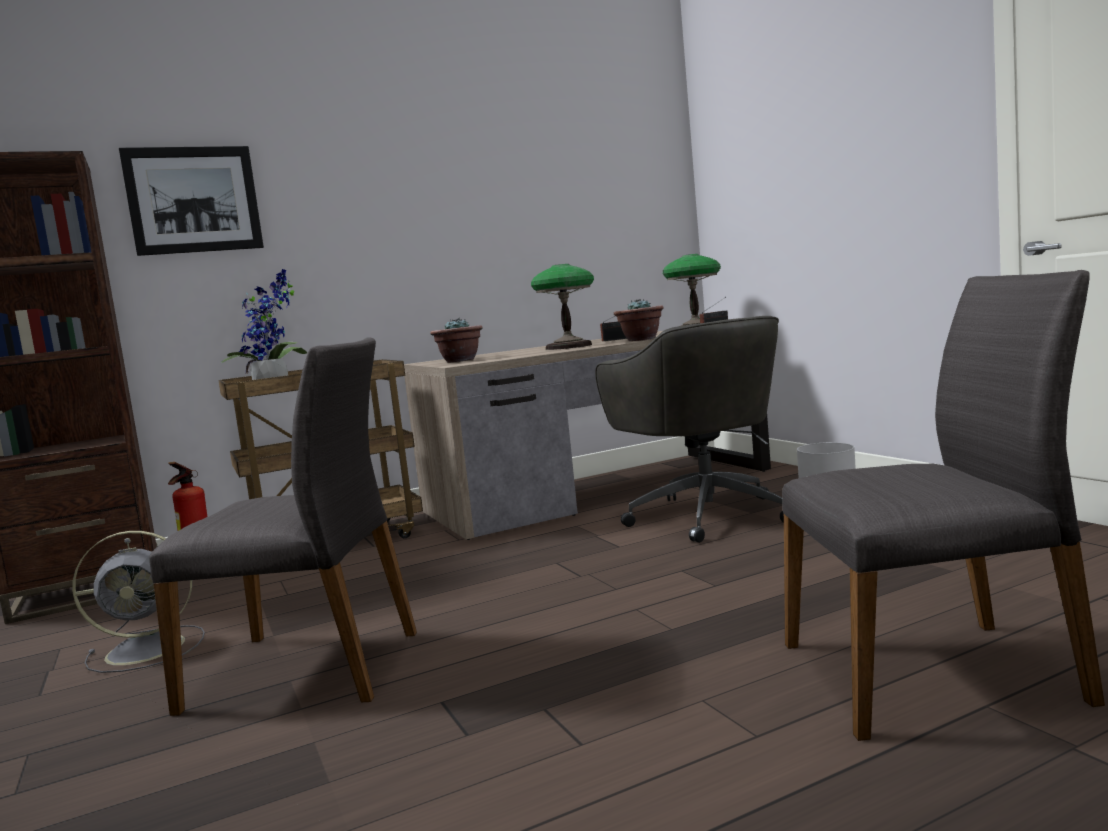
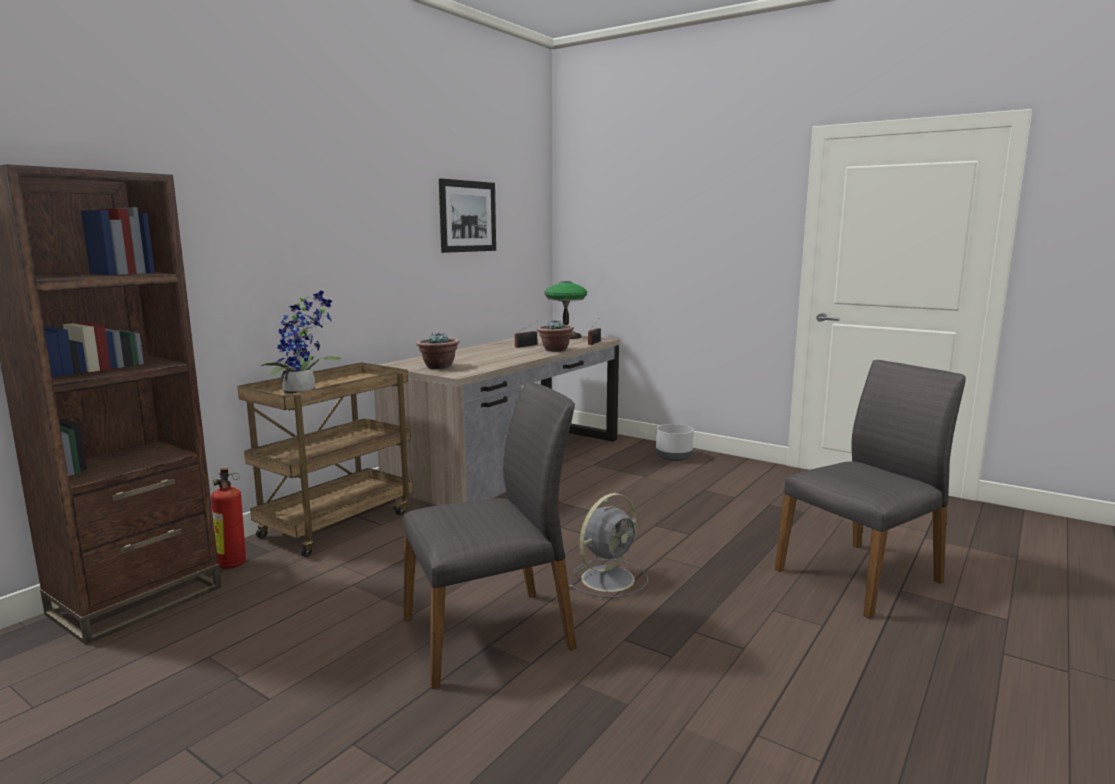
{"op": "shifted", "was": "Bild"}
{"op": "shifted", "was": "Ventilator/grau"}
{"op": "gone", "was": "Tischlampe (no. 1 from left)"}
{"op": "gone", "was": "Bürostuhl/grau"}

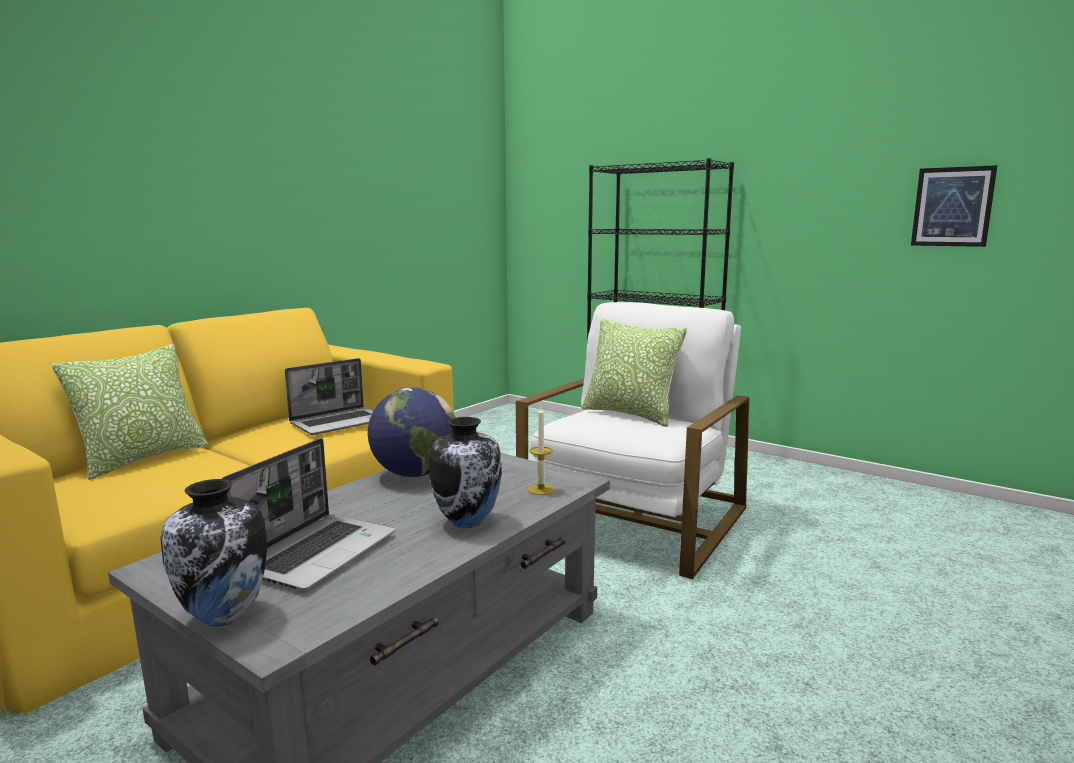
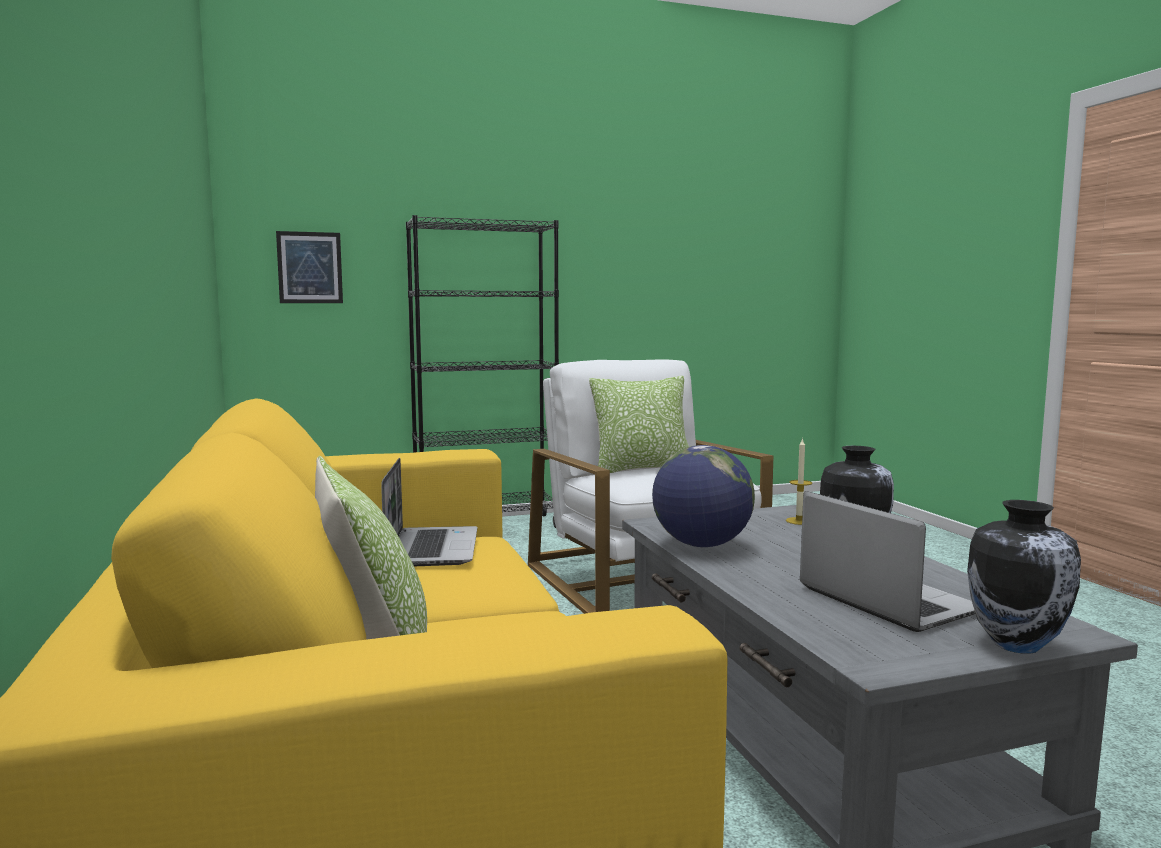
{"op": "shifted", "was": "Bild"}

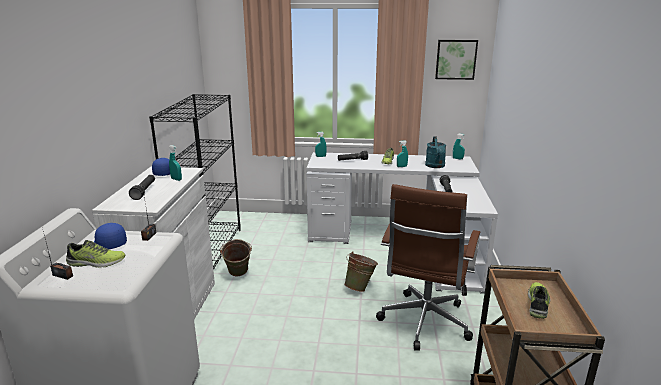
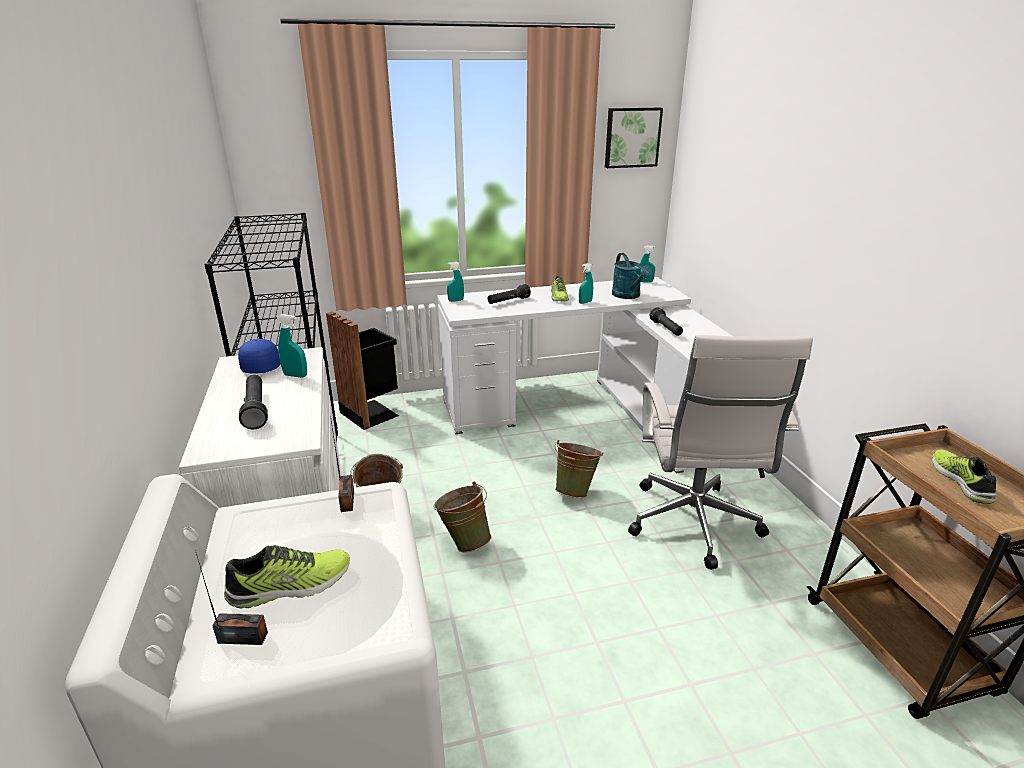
{"op": "new", "now": "Mülleimer/schwarz"}
{"op": "new", "now": "Eimer/grün (no. 2 from left)"}
{"op": "repainted", "was": "Bürostuhl/braun", "now": "Bürostuhl/weiß"}
{"op": "gone", "was": "Kappe/blau (no. 1 from left)"}

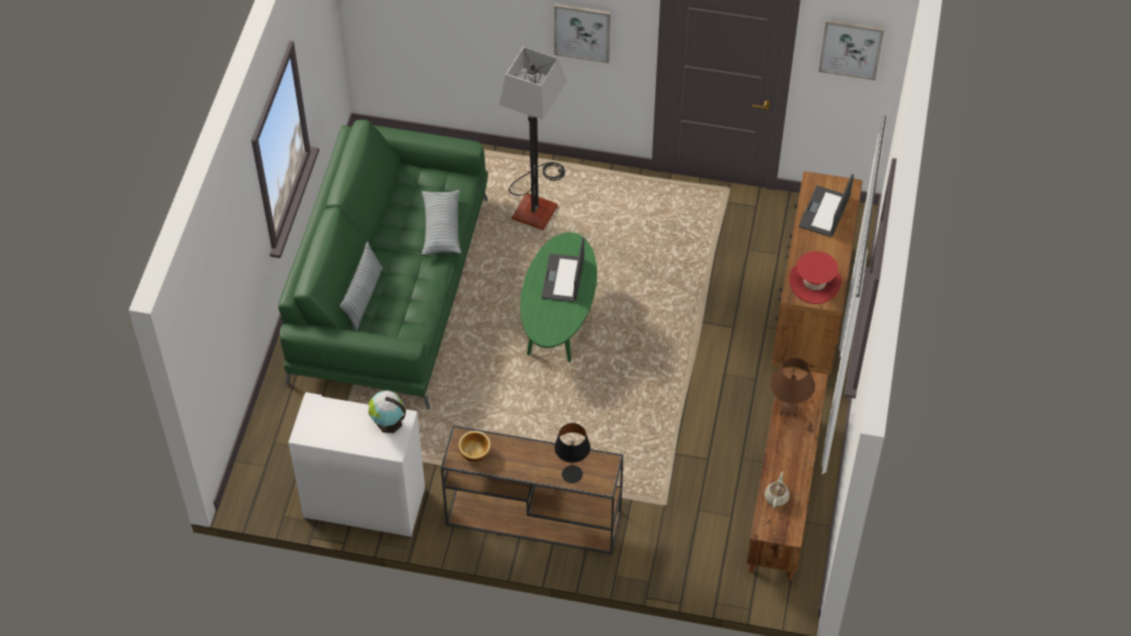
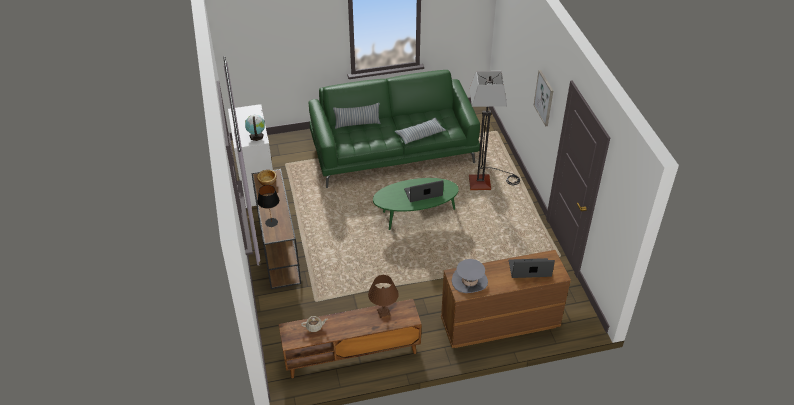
{"op": "repainted", "was": "Hut/rot", "now": "Hut/grau"}
{"op": "gone", "was": "Bild (no. 2 from left)"}

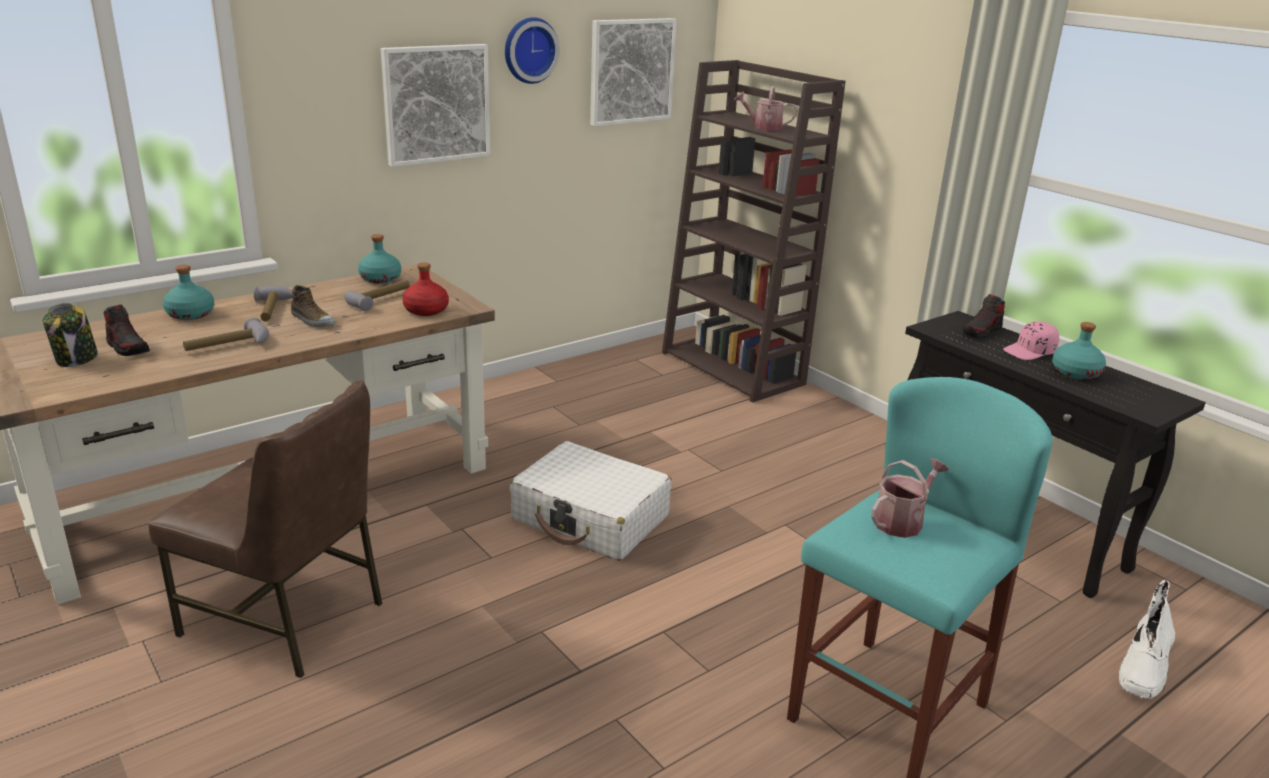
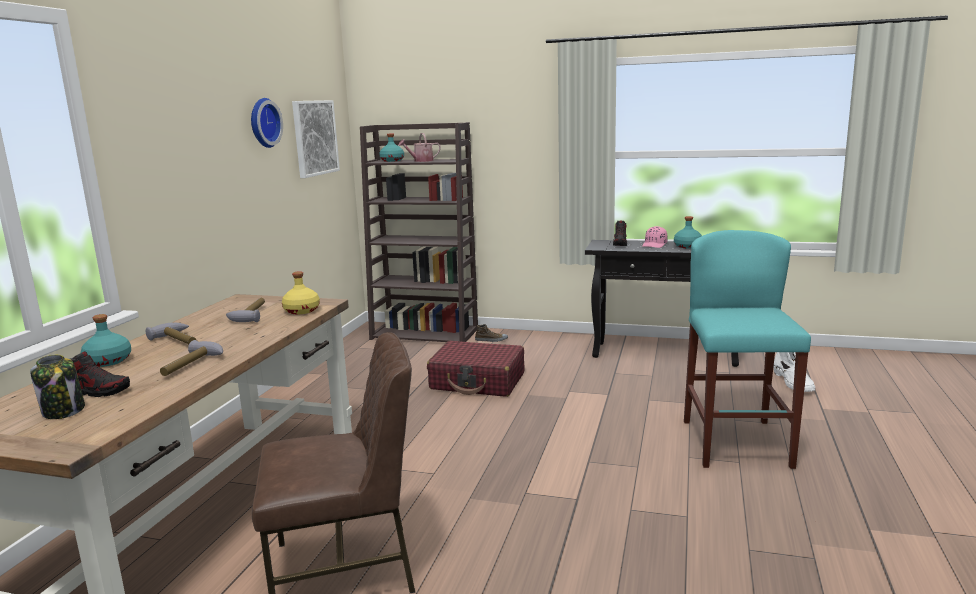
{"op": "repainted", "was": "Flasche/rot", "now": "Flasche/gelb"}
{"op": "shifted", "was": "Flasche/türkis (no. 2 from left)"}
{"op": "new", "now": "Koffer/rot"}
{"op": "shifted", "was": "Schuh (no. 2 from left)"}
{"op": "gone", "was": "Bild (no. 1 from left)"}
{"op": "gone", "was": "Koffer/weiß"}
{"op": "gone", "was": "Gießkanne (no. 2 from left)"}

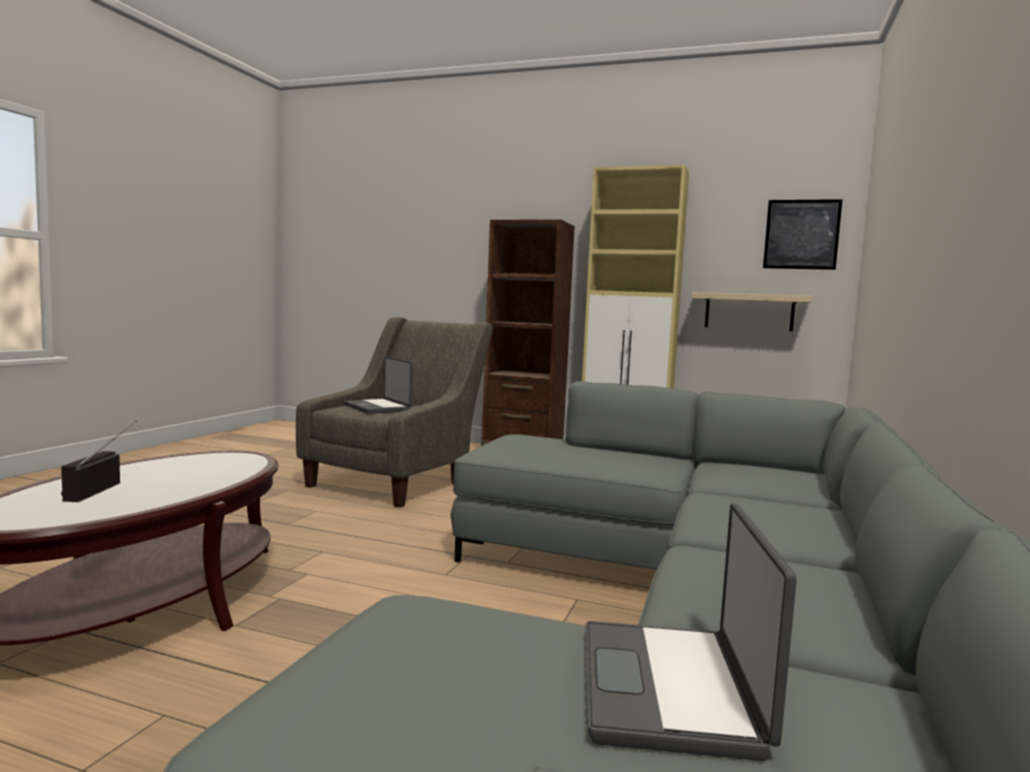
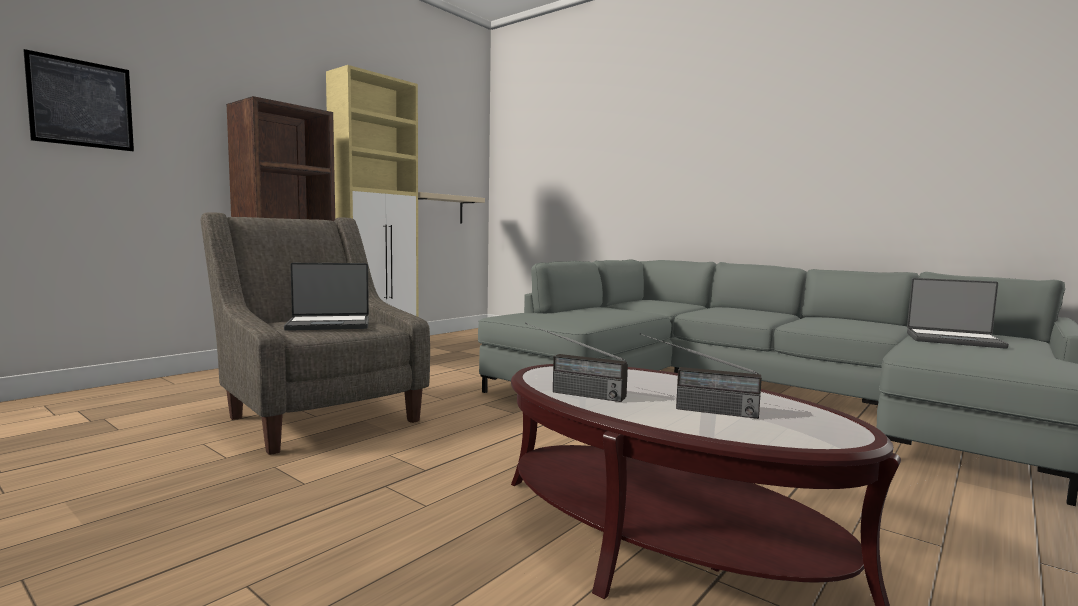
{"op": "shifted", "was": "Bild"}
{"op": "new", "now": "Radio (no. 1 from left)"}

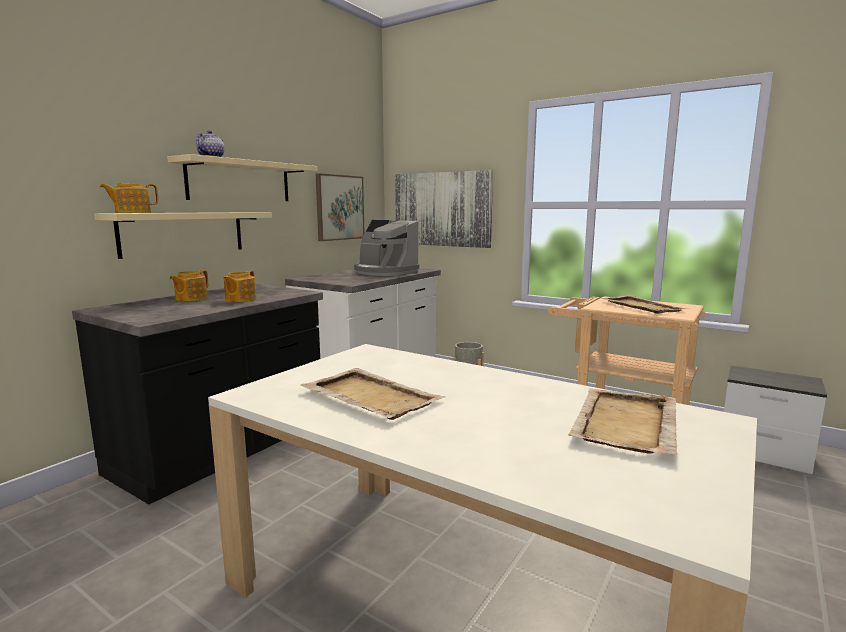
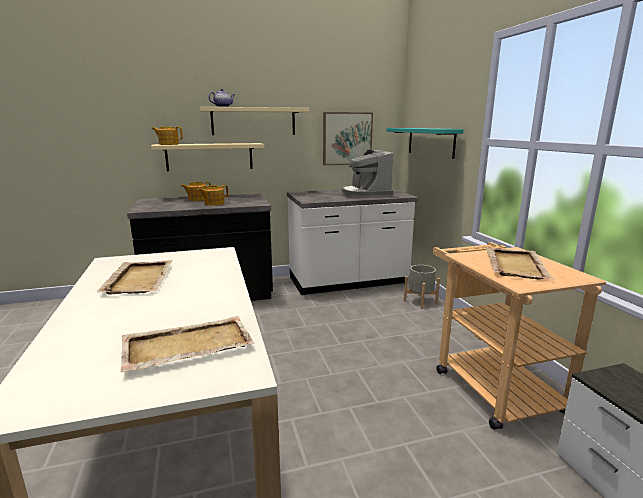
{"op": "swapped", "was": "Bild (no. 2 from left)", "now": "Wandregal/türkis"}

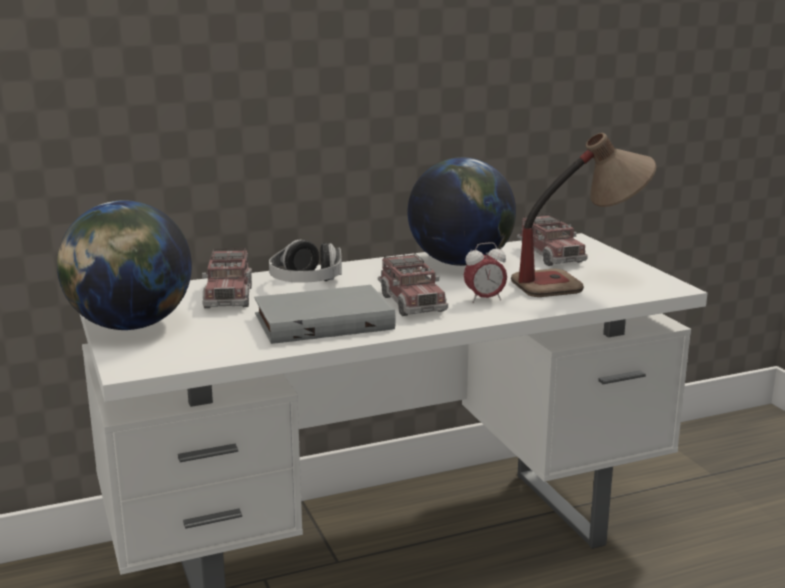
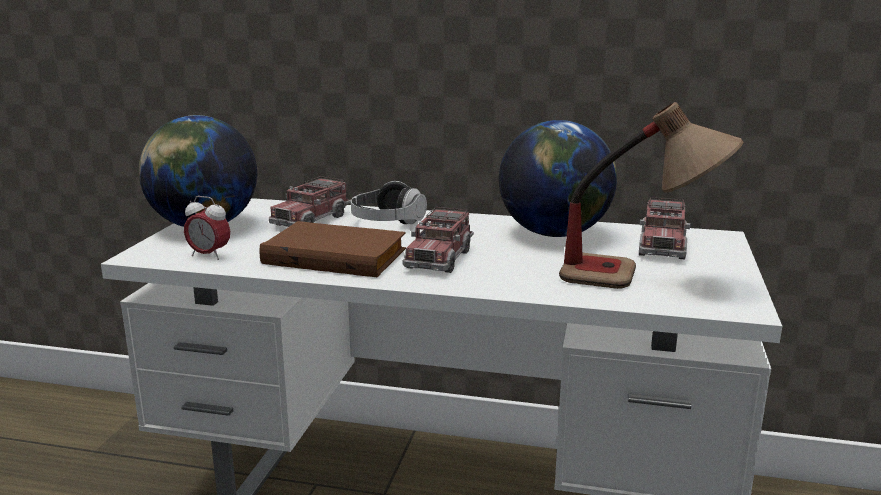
{"op": "shifted", "was": "Wecker"}
{"op": "repainted", "was": "Buch/grau", "now": "Buch/braun"}

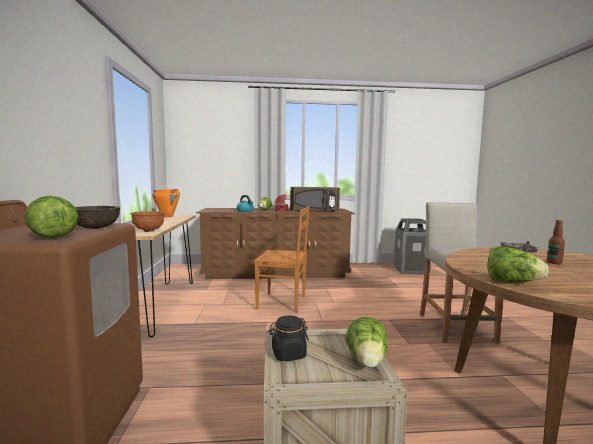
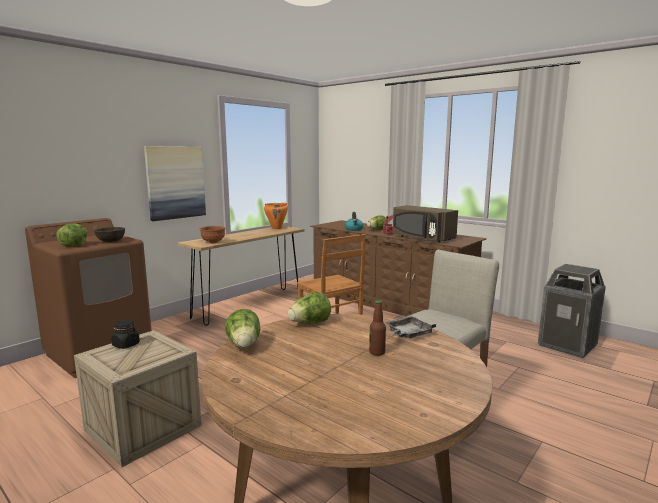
{"op": "new", "now": "Bild"}
{"op": "shifted", "was": "Salatkopf (no. 3 from left)"}

